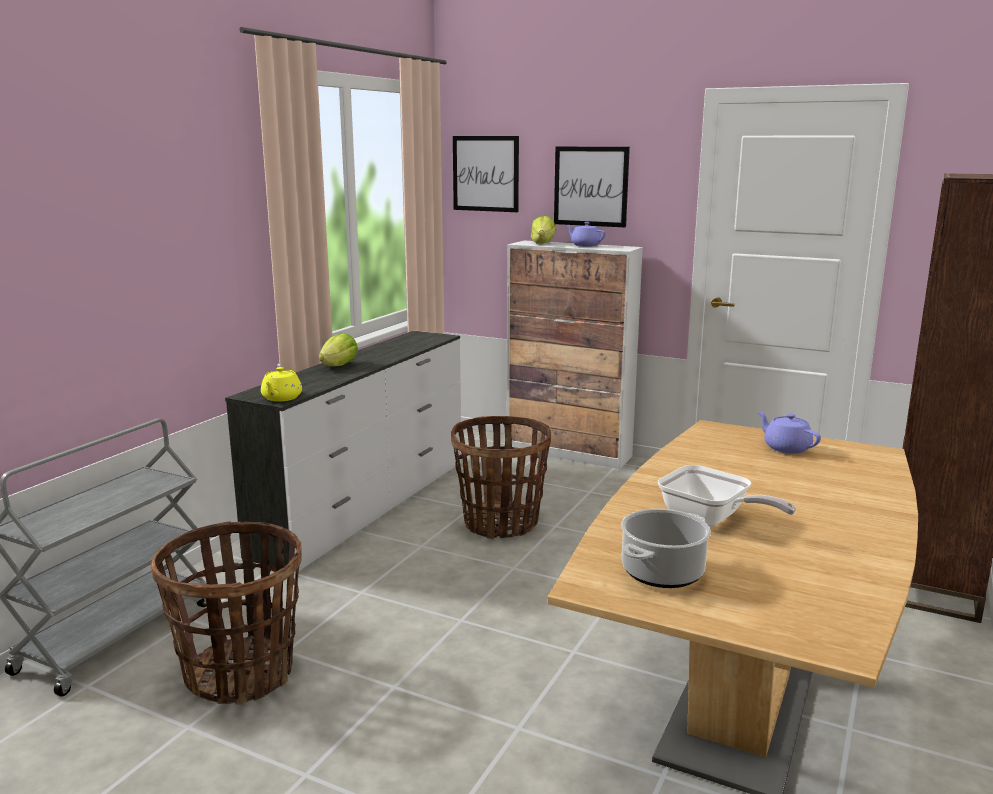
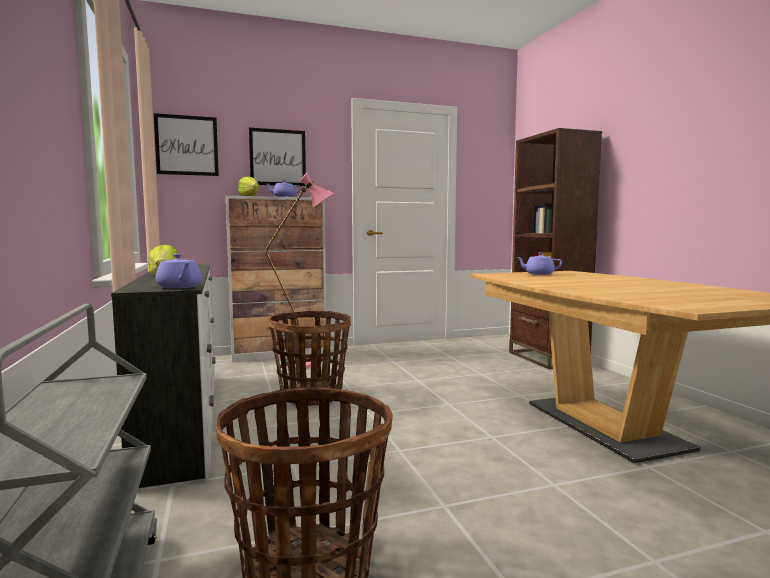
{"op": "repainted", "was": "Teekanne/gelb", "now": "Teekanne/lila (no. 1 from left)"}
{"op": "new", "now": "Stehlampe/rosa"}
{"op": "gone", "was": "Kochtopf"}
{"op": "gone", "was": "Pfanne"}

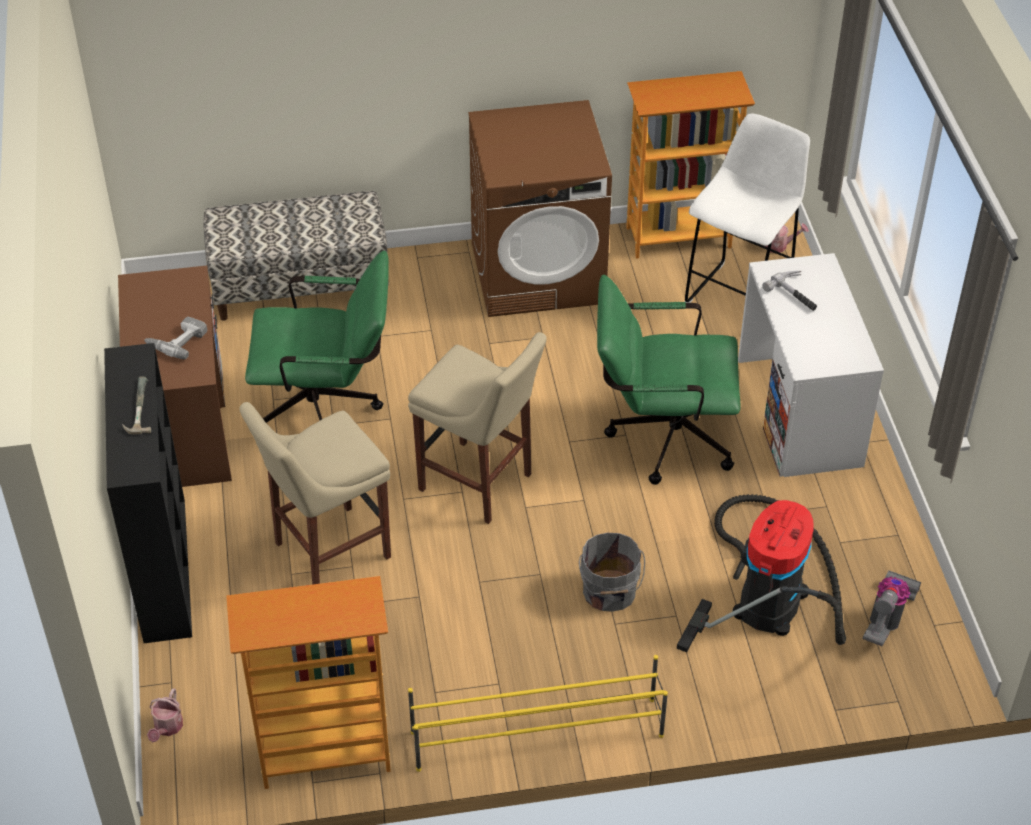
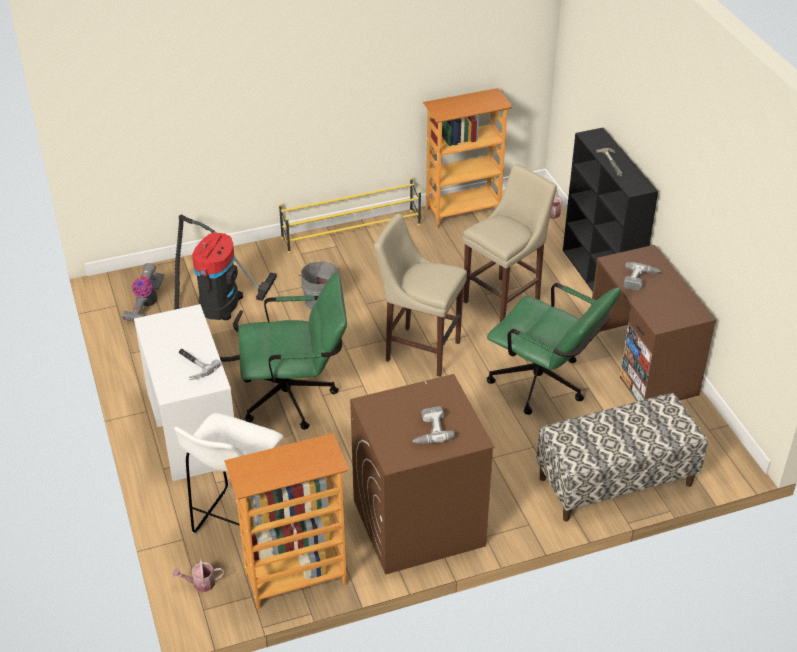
{"op": "new", "now": "Bohrmaschine (no. 1 from left)"}
{"op": "rotated", "was": "Bürostuhl/grün (no. 1 from left in the first image)", "clockwise": -135}

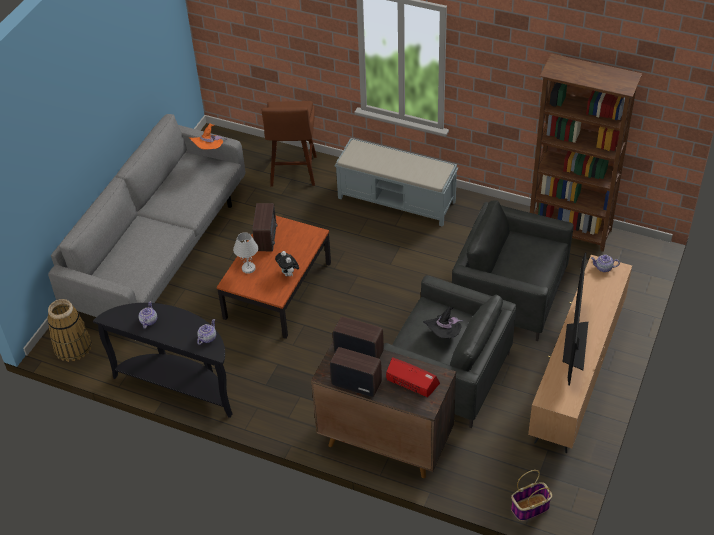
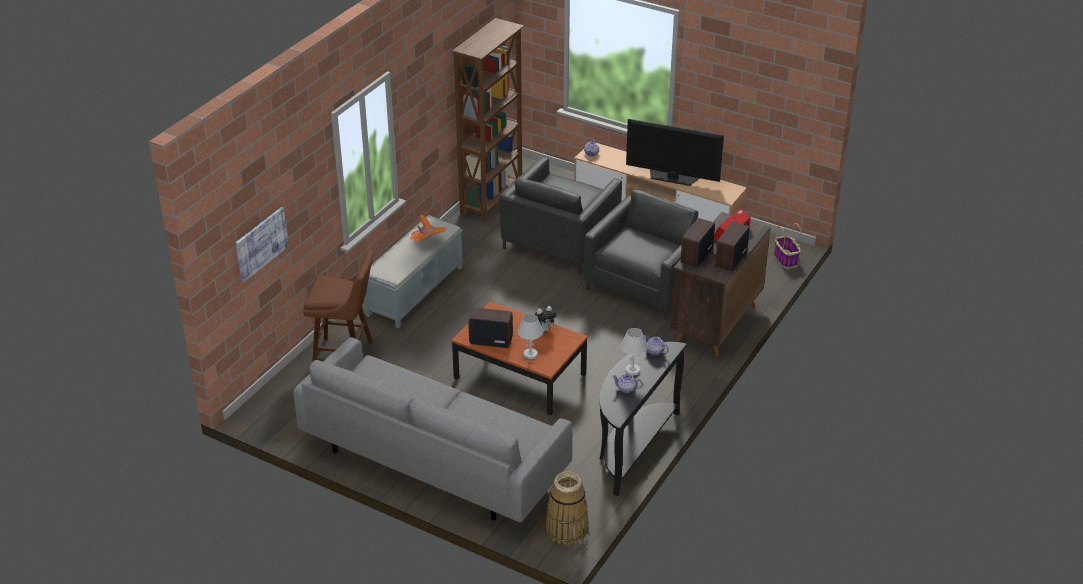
{"op": "new", "now": "Bild"}
{"op": "shifted", "was": "Hut/orange"}
{"op": "new", "now": "Tischlampe/weiß (no. 2 from left)"}
{"op": "gone", "was": "Hut/schwarz"}

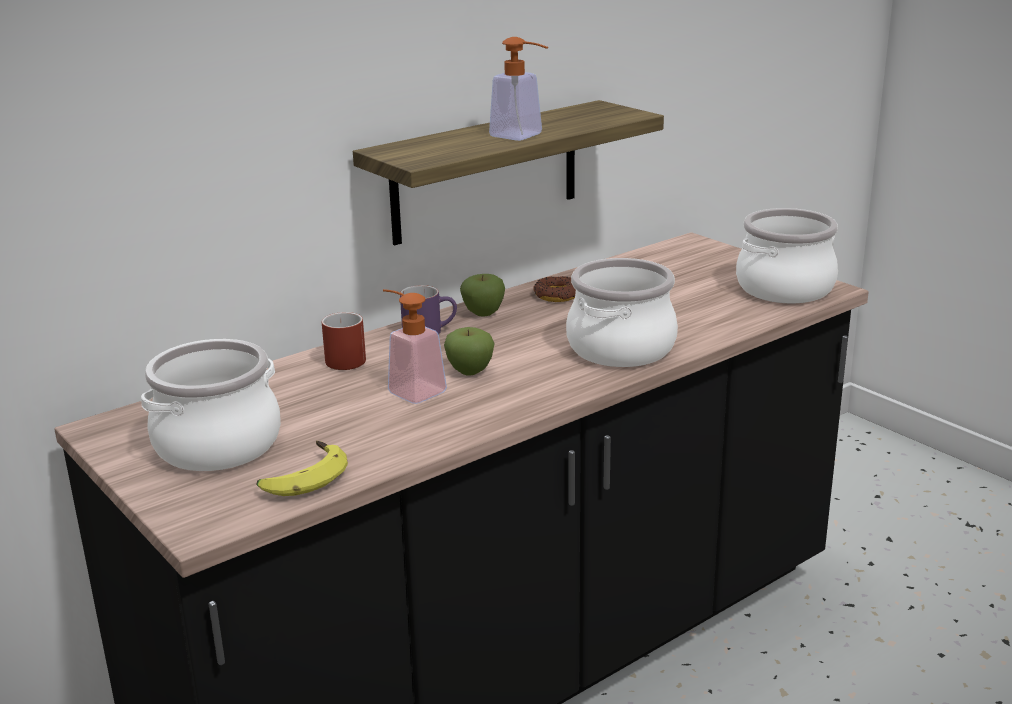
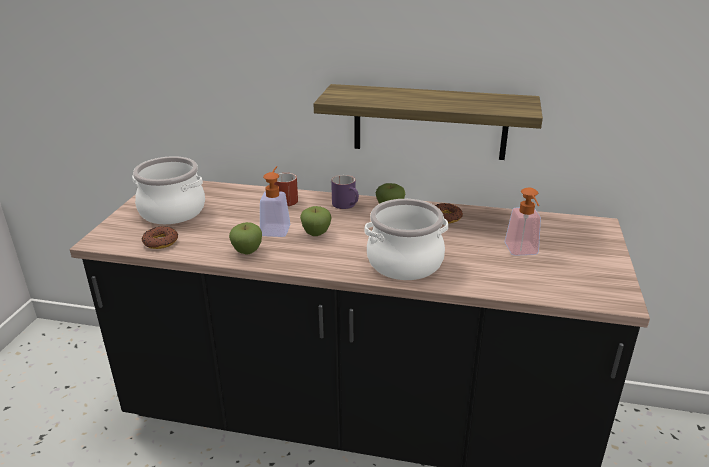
{"op": "swapped", "was": "Banane", "now": "Donut (no. 1 from left)"}
{"op": "new", "now": "Apfel (no. 1 from left)"}
{"op": "shifted", "was": "Seifenspender (no. 2 from left)"}
{"op": "gone", "was": "Kochtopf (no. 3 from left)"}

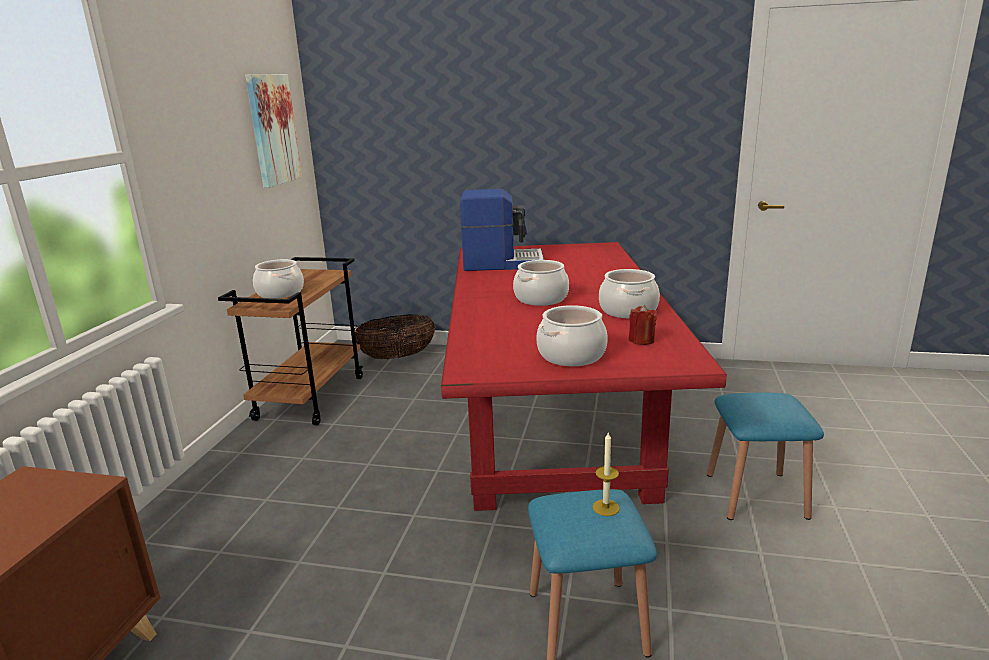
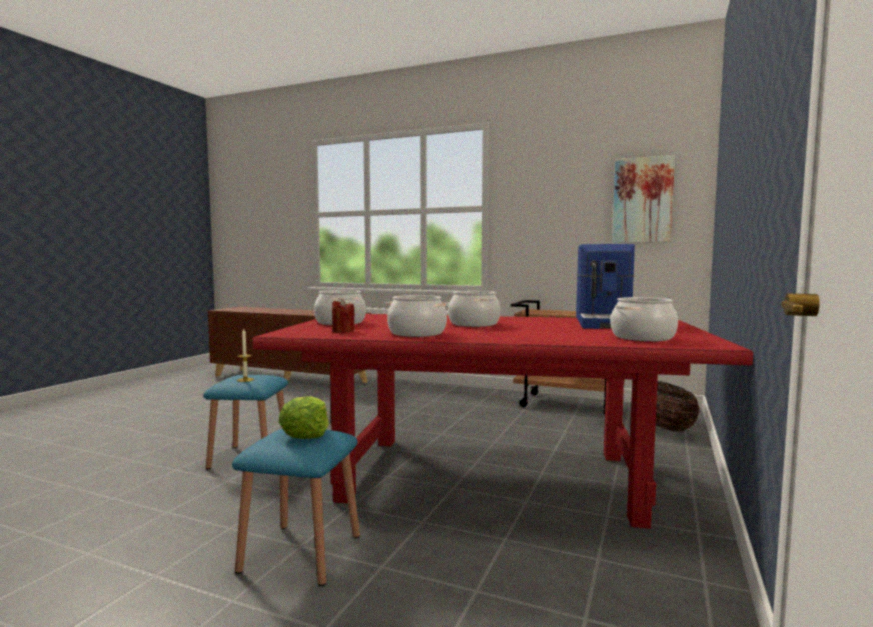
{"op": "new", "now": "Salatkopf"}
{"op": "shifted", "was": "Kochtopf (no. 1 from left in the first image)", "now": "Kochtopf (no. 4 from left)"}

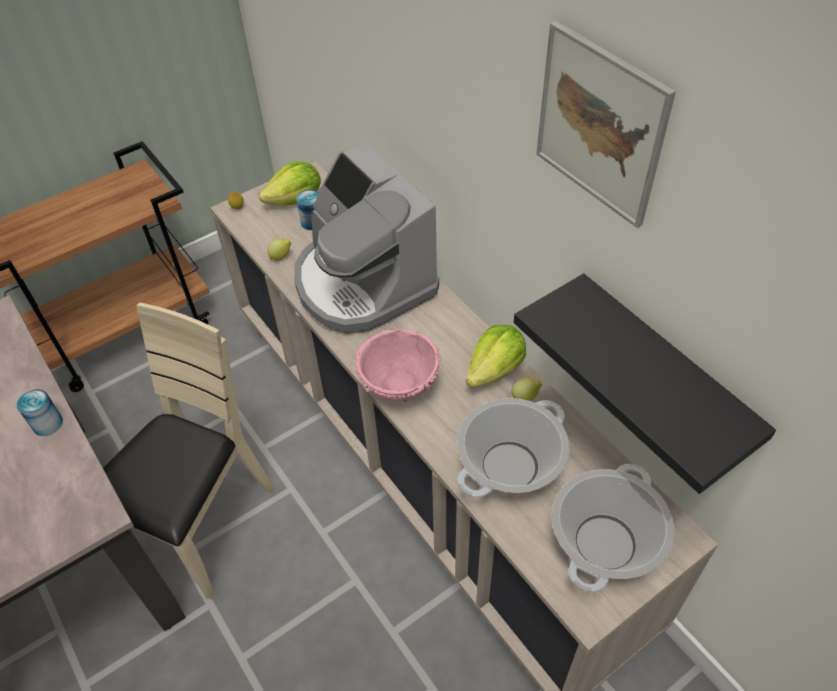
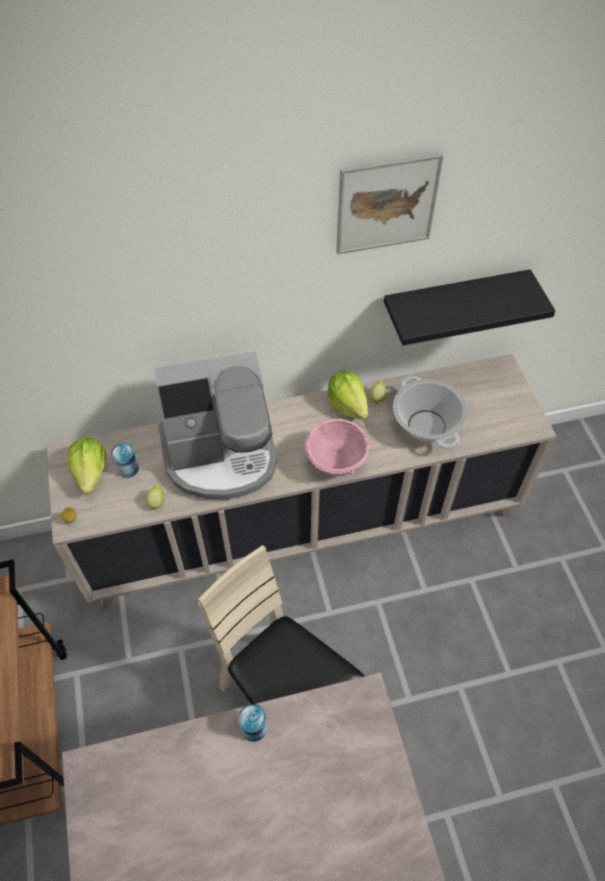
{"op": "gone", "was": "Kochtopf (no. 2 from left)"}

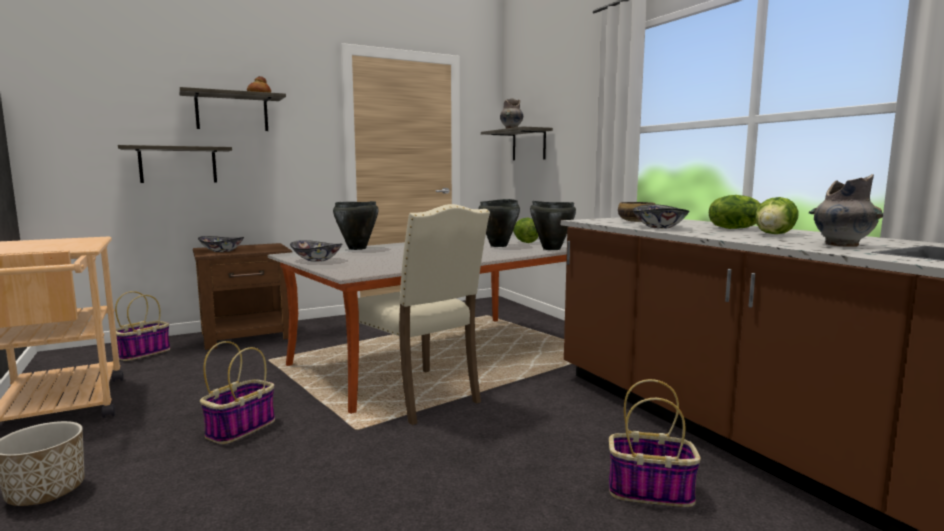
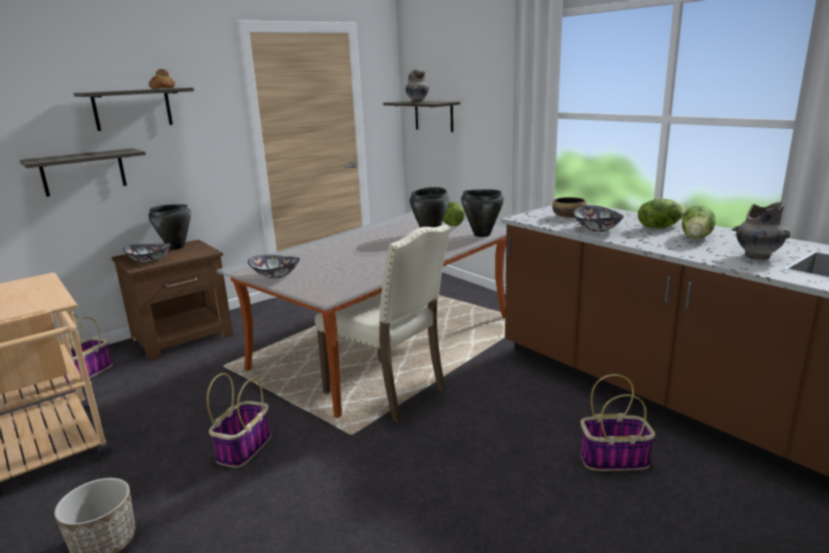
{"op": "shifted", "was": "Kochtopf/schwarz (no. 1 from left)"}

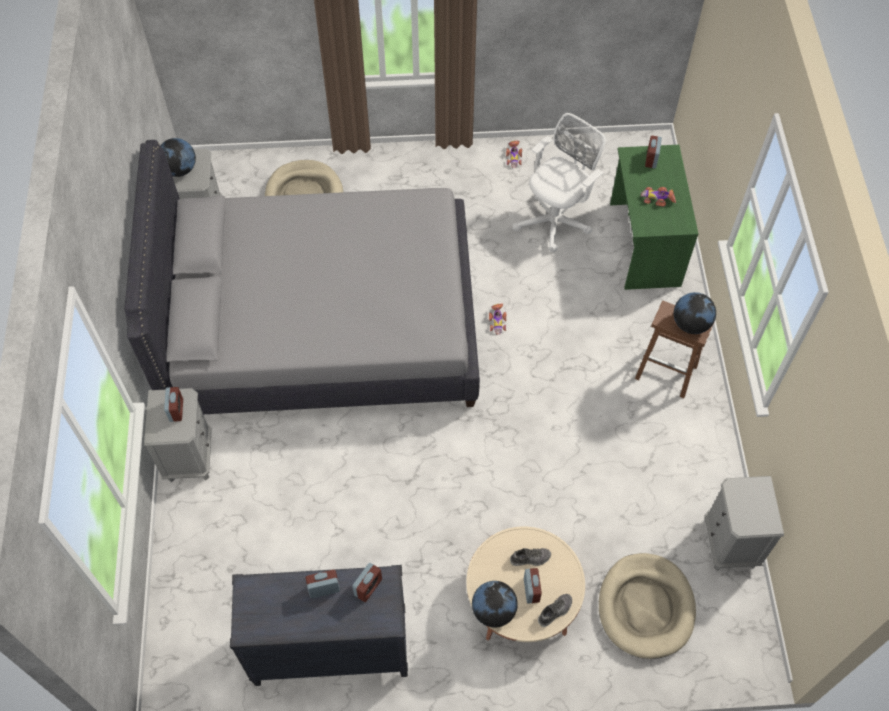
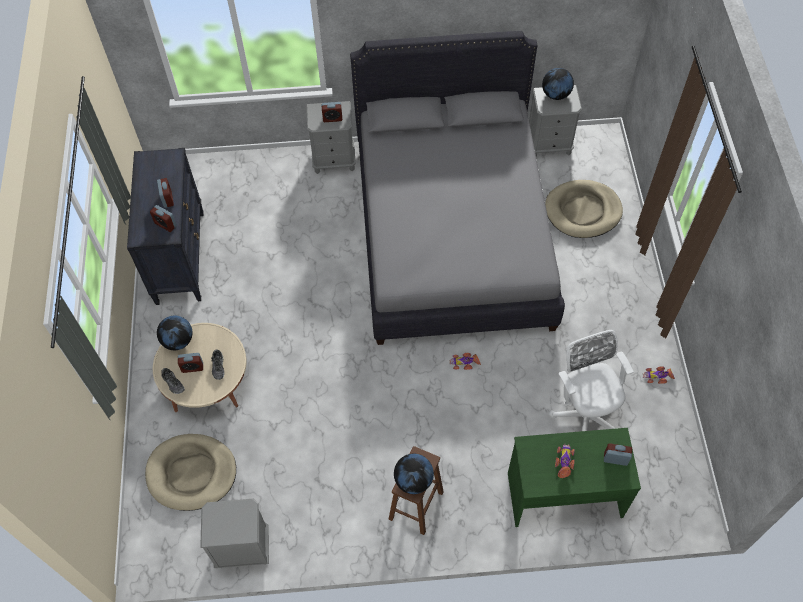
{"op": "rotated", "was": "Bürostuhl/weiß", "clockwise": -150}

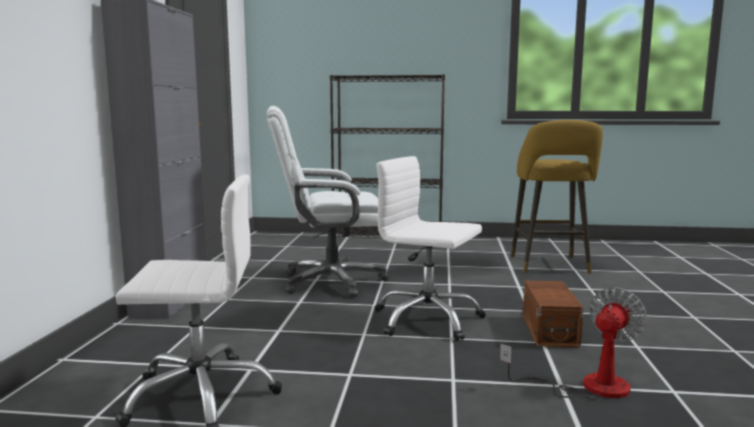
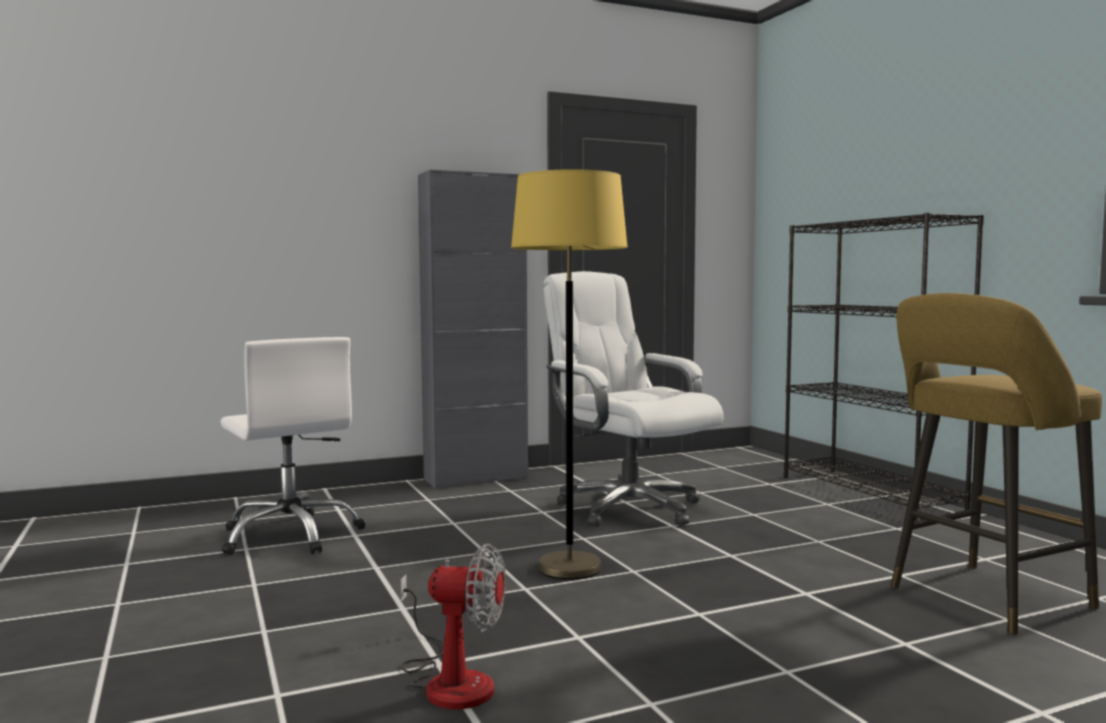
{"op": "swapped", "was": "Bürostuhl/weiß (no. 3 from left)", "now": "Stehlampe/gelb"}
{"op": "gone", "was": "Aufbewahrungsbox/braun"}

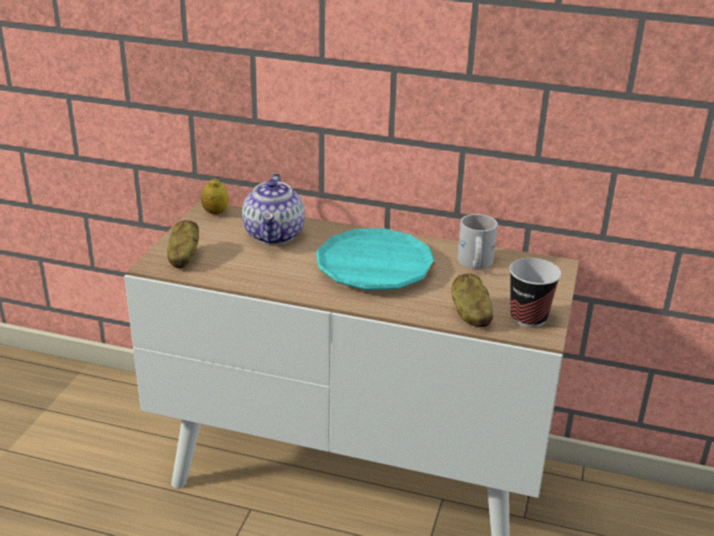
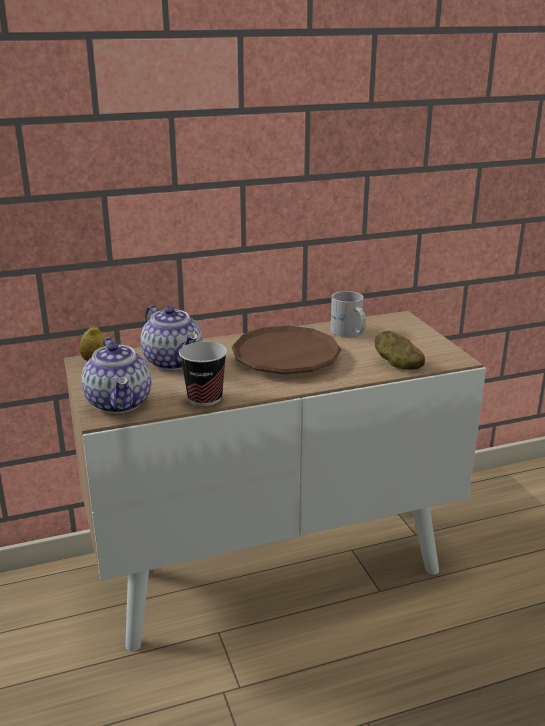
{"op": "swapped", "was": "Kartoffel (no. 1 from left)", "now": "Teekanne (no. 1 from left)"}
{"op": "shifted", "was": "Tasse"}
{"op": "repainted", "was": "Teller/türkis", "now": "Teller/braun"}

